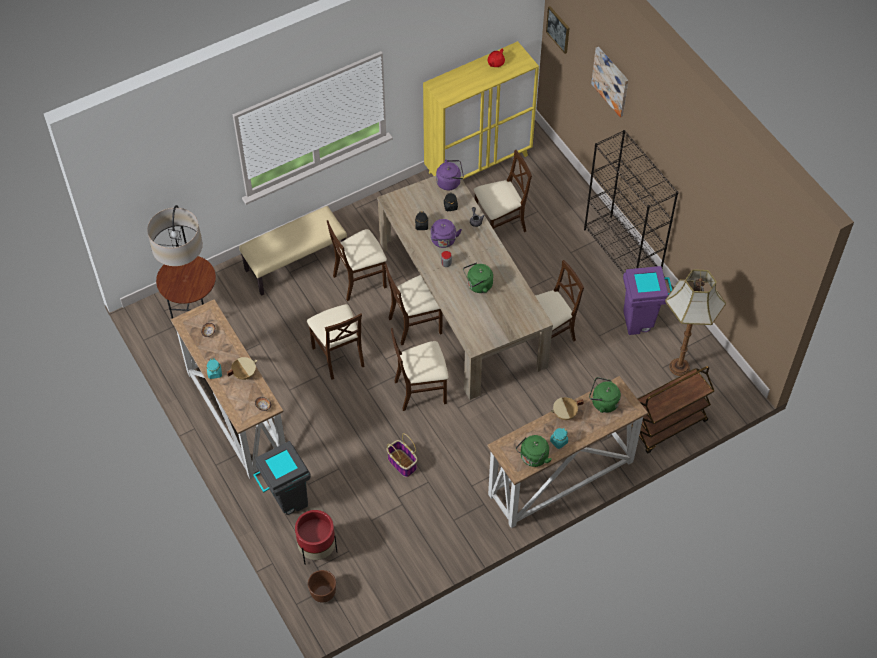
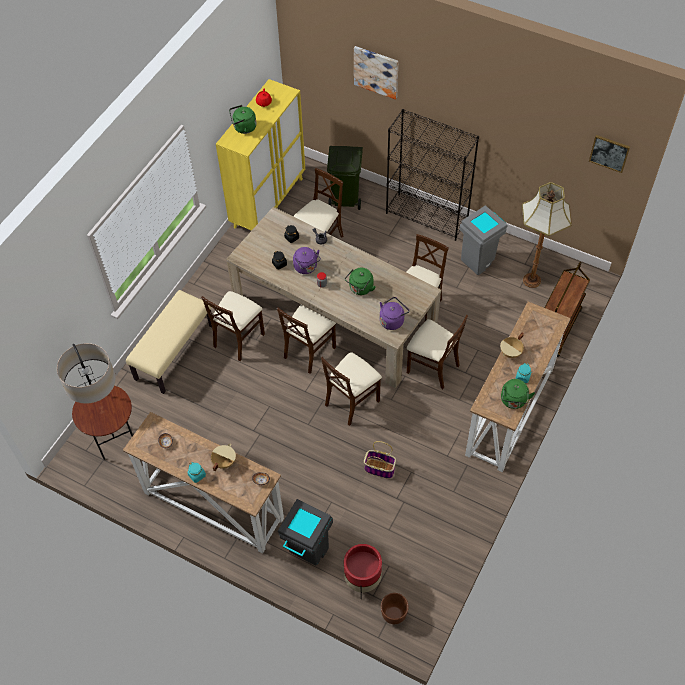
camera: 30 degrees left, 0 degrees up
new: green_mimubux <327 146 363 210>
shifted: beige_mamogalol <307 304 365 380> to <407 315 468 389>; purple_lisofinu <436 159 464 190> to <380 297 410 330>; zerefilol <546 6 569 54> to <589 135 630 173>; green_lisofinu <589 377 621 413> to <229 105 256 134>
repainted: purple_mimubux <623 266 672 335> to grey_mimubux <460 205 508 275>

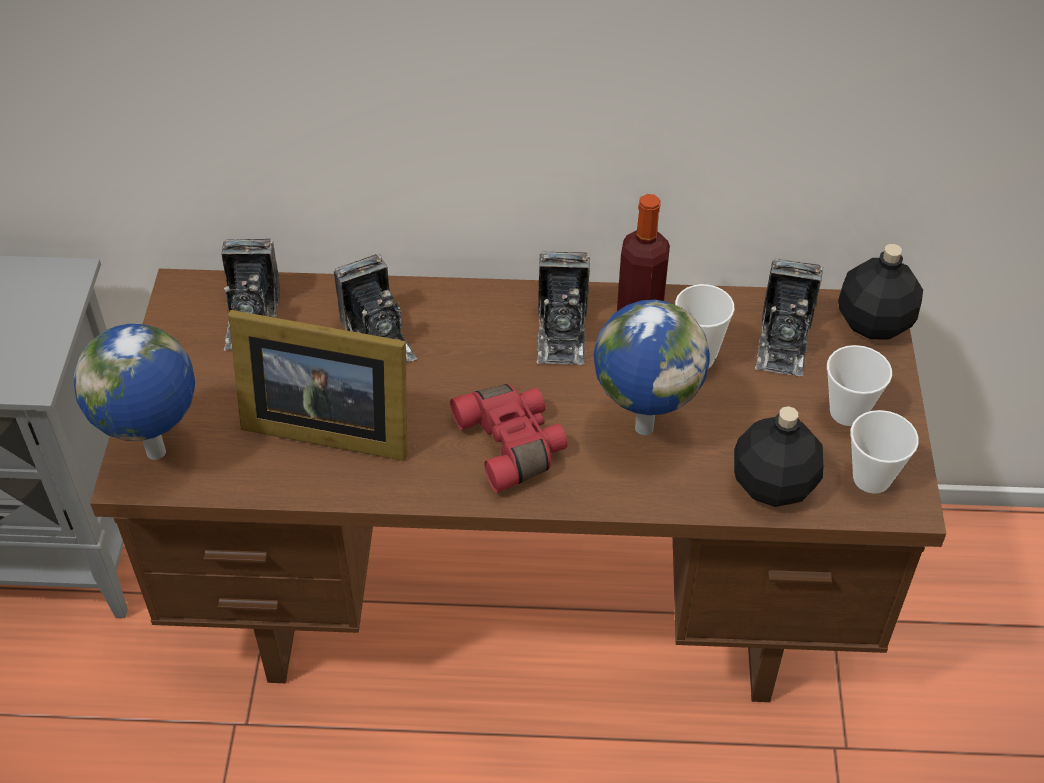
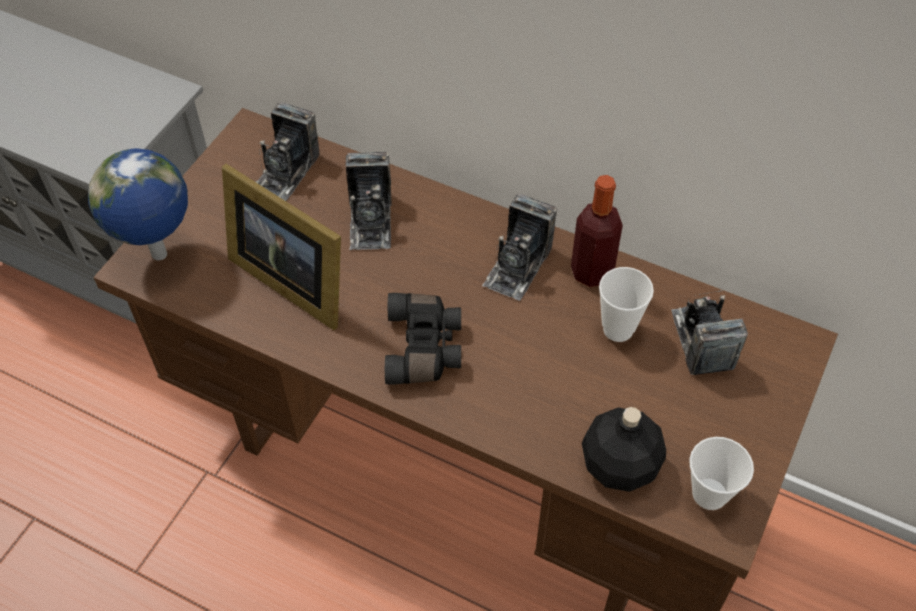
camera: 25 degrees right, 5 degrees up
gone: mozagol <594 300 710 435>; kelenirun <827 345 892 426>; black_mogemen <838 244 923 340>
repainted: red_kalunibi <450 384 568 493> to black_kalunibi <385 293 461 385>
rotated: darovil <755 259 824 376> = <671 290 748 375> 135 degrees clockwise

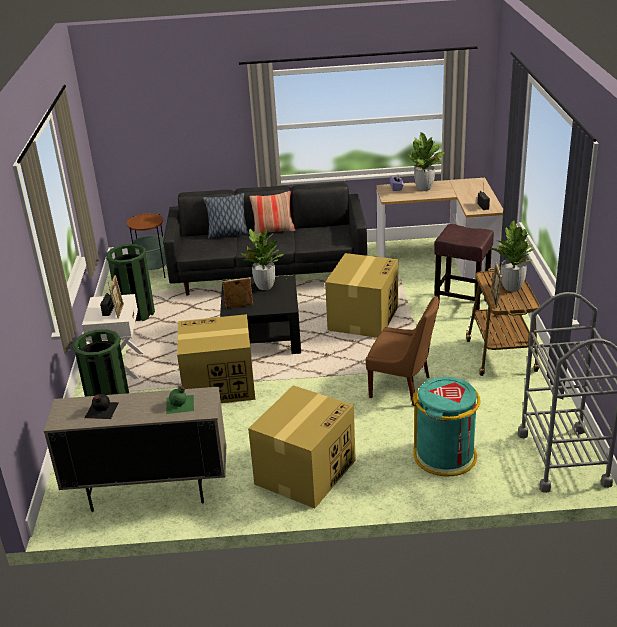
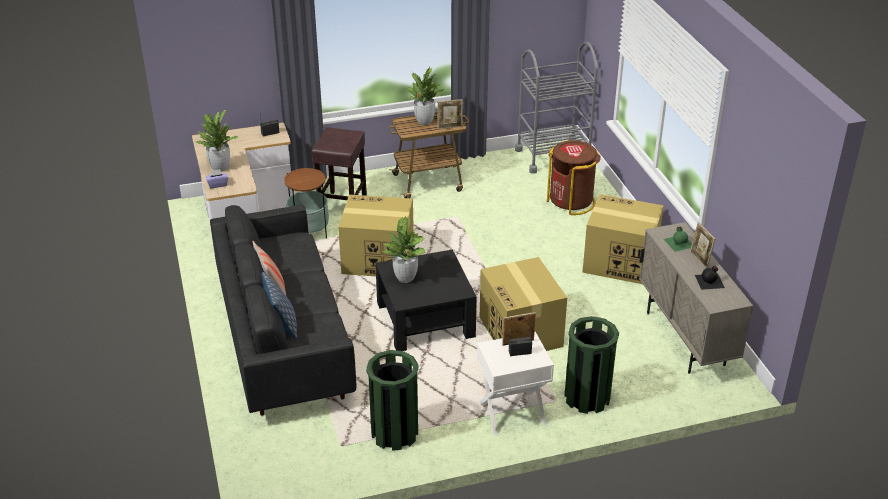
camera: 105 degrees left, 5 degrees up
gone: brown_mamogalol <366 296 439 406>
shifted: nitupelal <126 213 167 278> to <284 168 329 238>; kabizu <222 277 253 309> to <690 222 715 268>
repainted: turquoise_mimubux <412 377 481 476> to brown_mimubux <547 140 601 215>

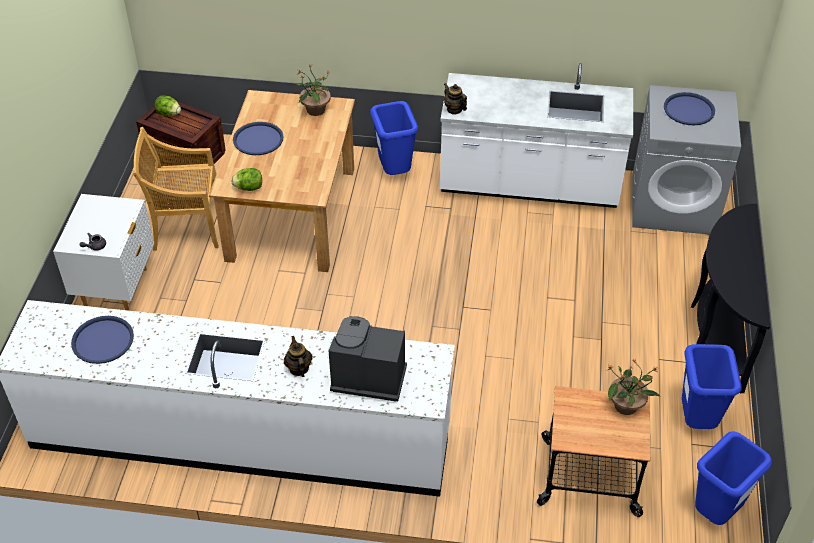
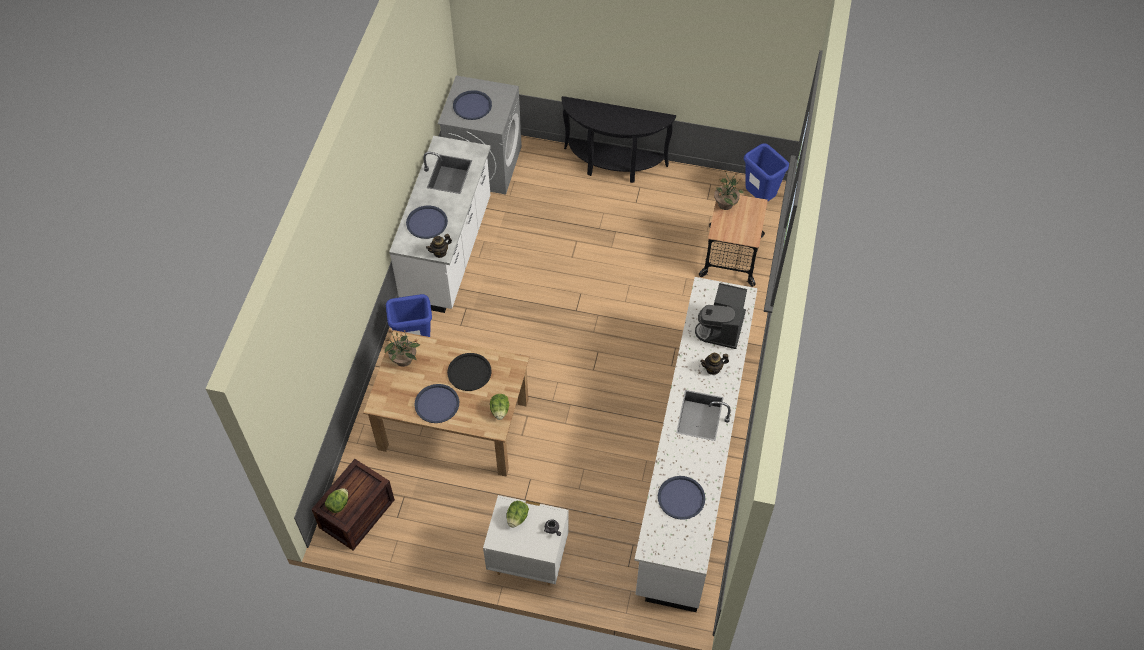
camera: 85 degrees left, 10 degrees up
gone: beige_mamogalol <133 127 219 251>; blue_mimubux <682 344 742 429>
new: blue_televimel <406 205 448 239>; black_televimel <447 353 492 391>; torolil <506 501 529 528>

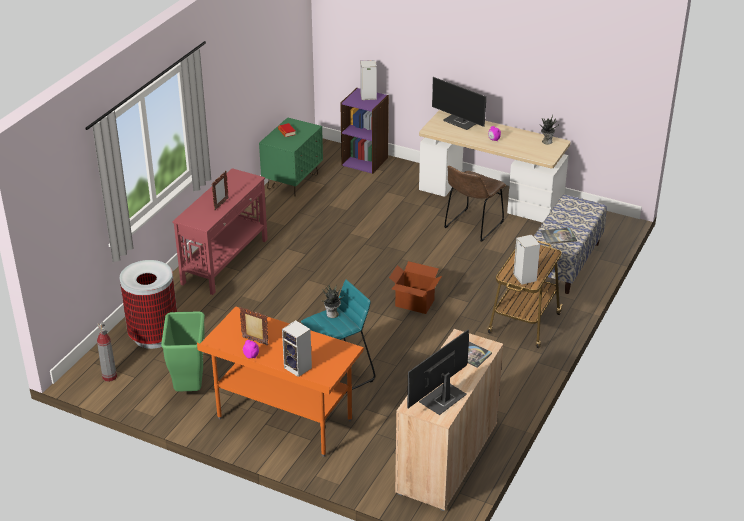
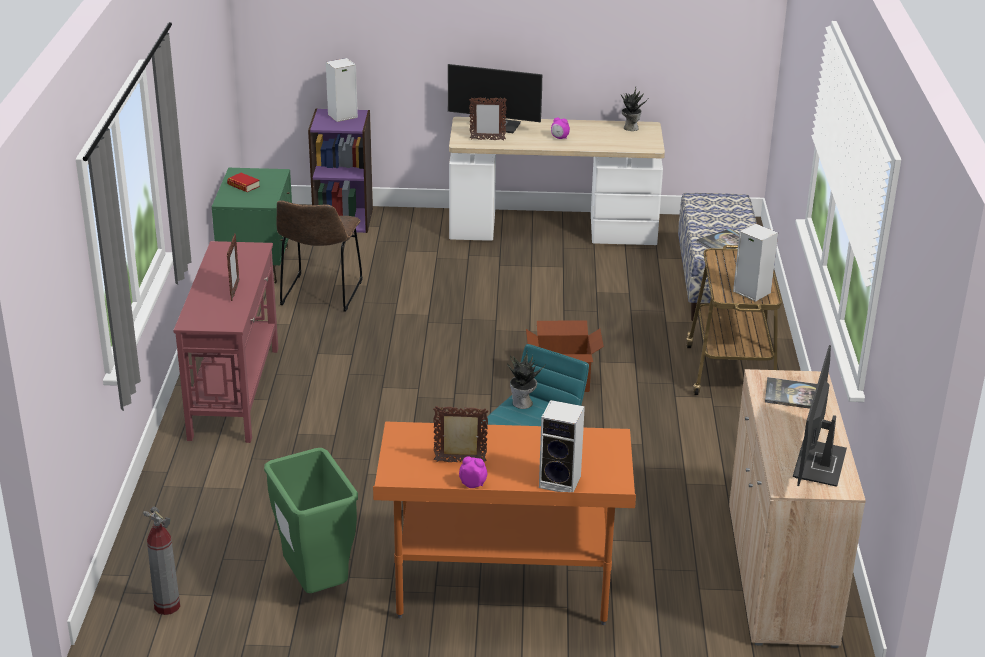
camera: 25 degrees left, 5 degrees down
gone: mimubux <120 260 177 349>
new: kabizu <469 97 507 141>
shifted: brown_mamogalol <444 166 506 242> to <276 200 363 312>

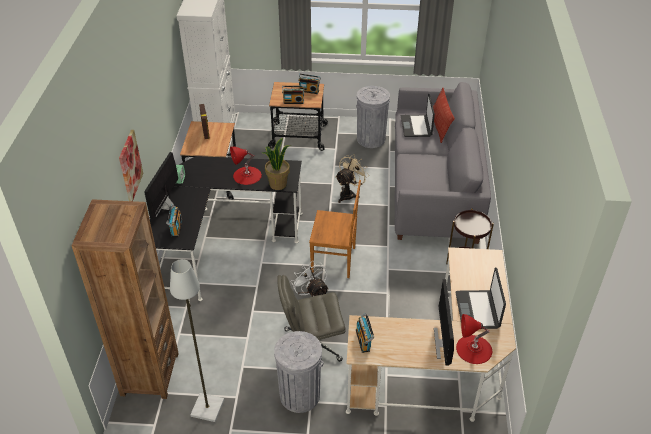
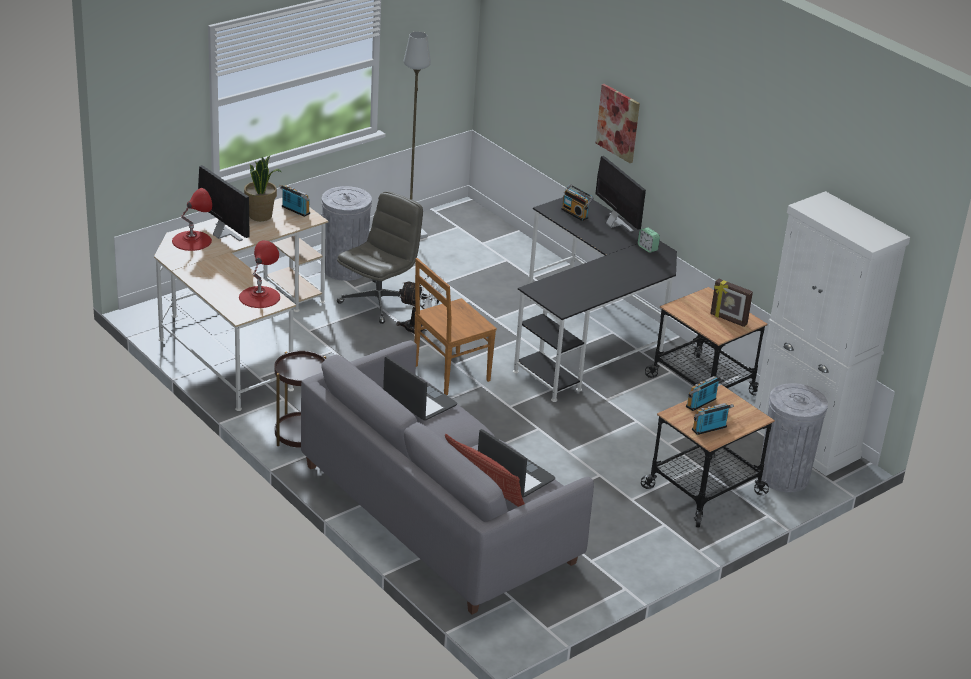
camera: 135 degrees right, 10 degrees down
gone: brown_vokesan <71 199 179 399>; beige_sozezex <335 154 369 203>
shifted: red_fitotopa <230 147 262 185> to <239 240 280 308>; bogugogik <262 138 290 190> to <244 156 282 221>; grey_mimubux <356 86 390 148> to <760 383 828 492>; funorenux <455 267 506 329> to <383 356 457 421>

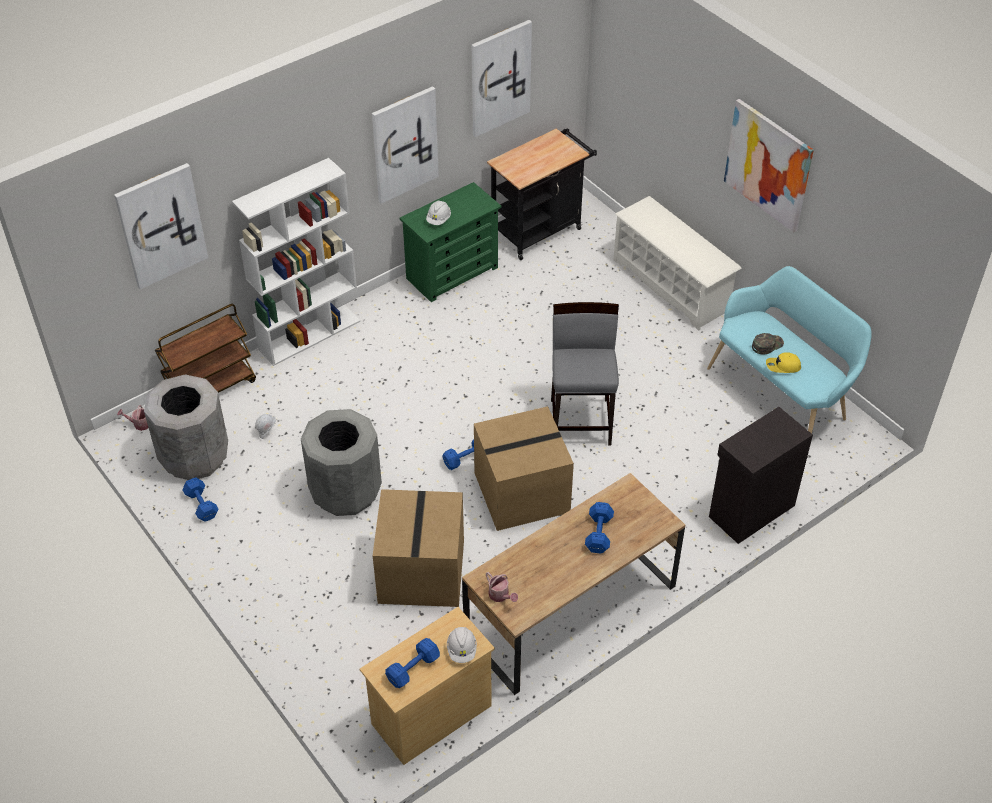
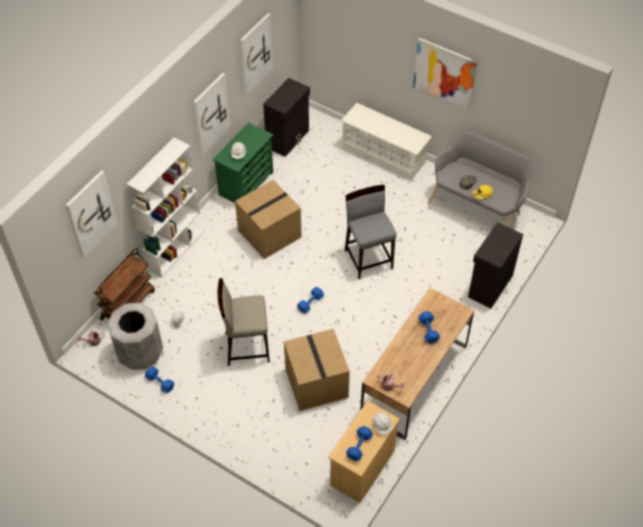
camera: 20 degrees left, 5 degrees up
shifted: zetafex <474 406 574 531> to <235 180 302 259>
swapped: grey_mimubux <301 409 382 516> to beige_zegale <218 278 270 366>; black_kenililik <487 128 597 260> to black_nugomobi <263 78 310 157>
repainted: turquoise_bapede <707 266 872 434> to grey_bapede <428 131 531 227>

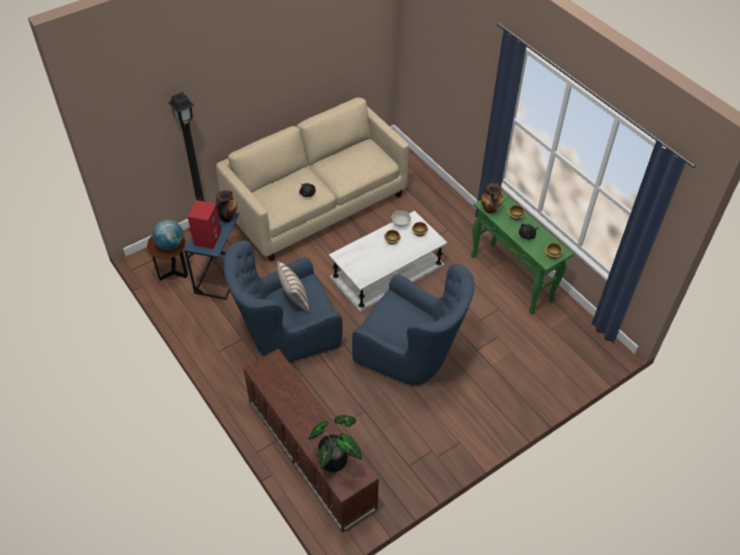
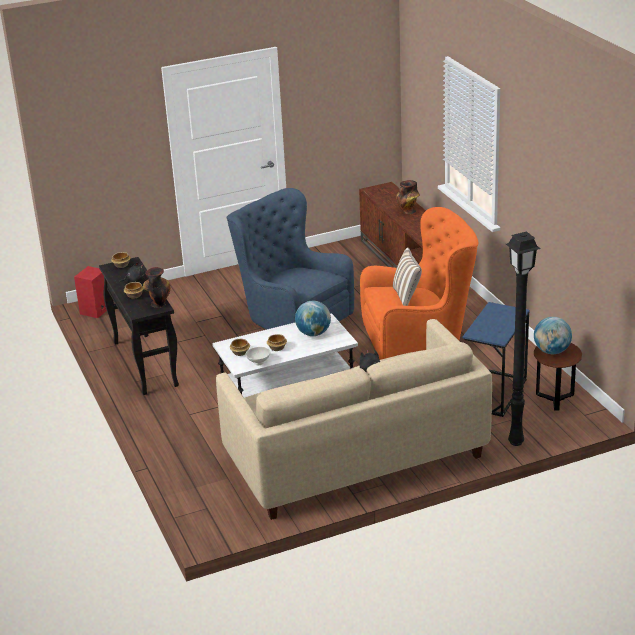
camera: 165 degrees left, 20 degrees down
gone: bogugogik <308 415 362 472>
new: mozagol <295 301 331 336>
shifted: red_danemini <188 200 221 249> to <74 266 107 318>; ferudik <215 190 237 222> to <396 180 420 214>
repainted: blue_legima <224 240 343 362> to orange_legima <360 207 478 360>; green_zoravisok <471 190 574 315> to black_zoravisok <99 257 179 395>

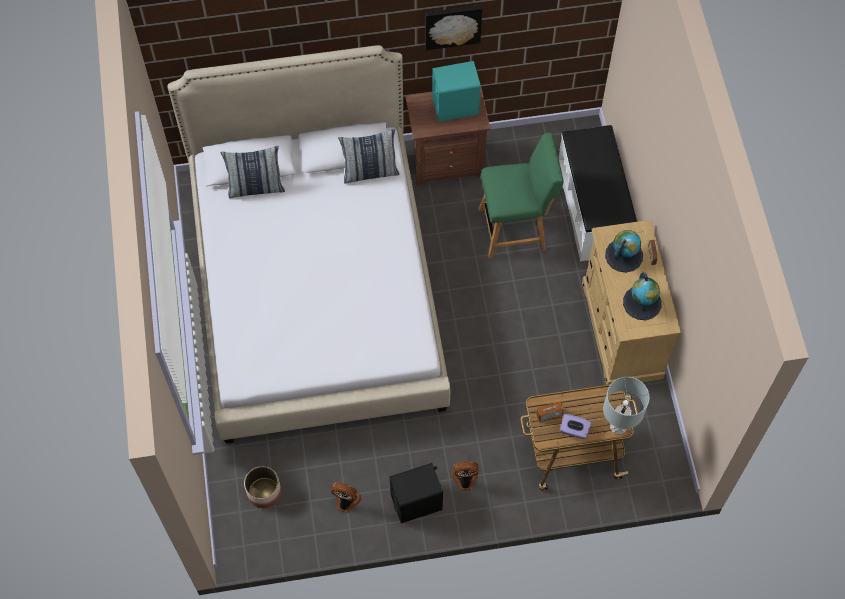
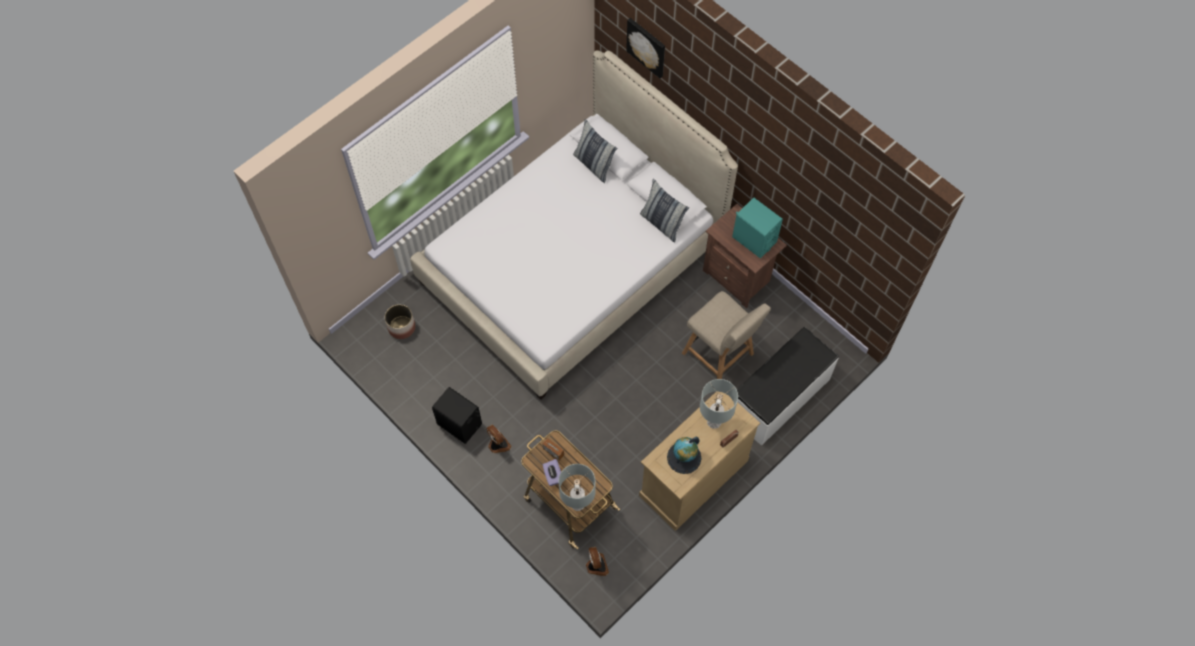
camera: 55 degrees right, 0 degrees up
shifted: sozezex <331 482 362 513> to <586 546 609 576>; zerefilol <425 5 482 50> to <626 18 665 78>
swapped: mozagol <605 230 643 272> to grey_fitotopa <700 379 738 429>
repainted: green_mamogalol <478 132 564 258> to beige_mamogalol <682 291 771 379>

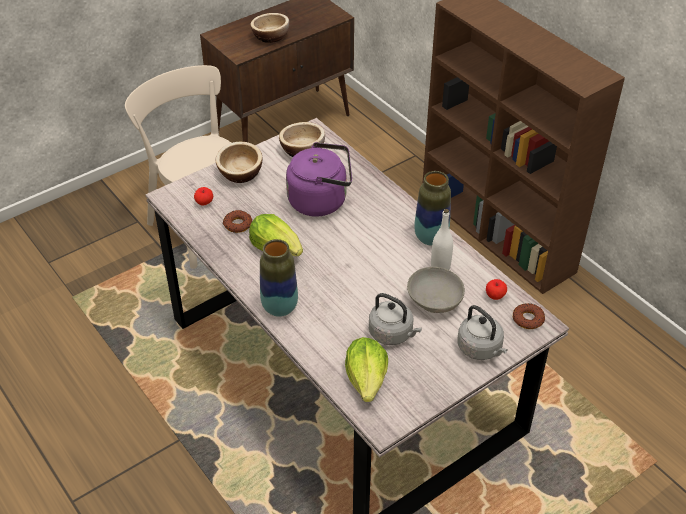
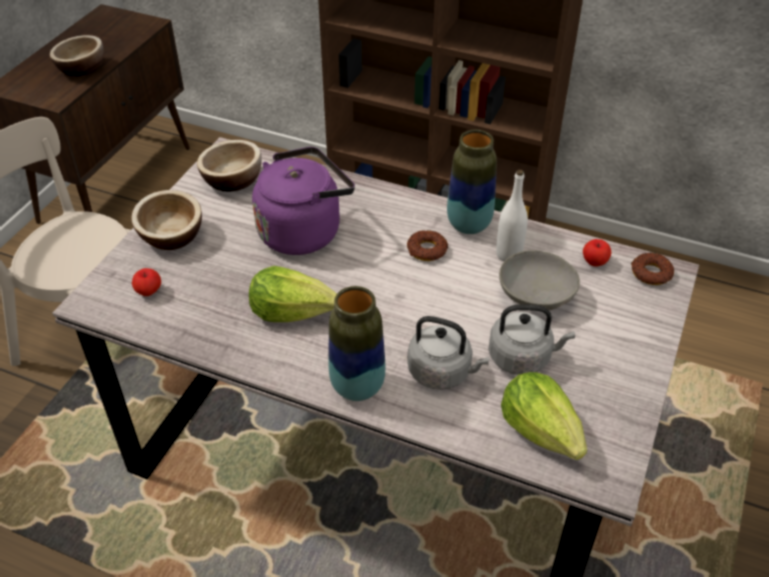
camera: 30 degrees left, 0 degrees up
shifted: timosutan <222 210 252 233> to <407 230 448 261>; grey_lisofinu <457 305 508 360> to <407 316 489 390>

